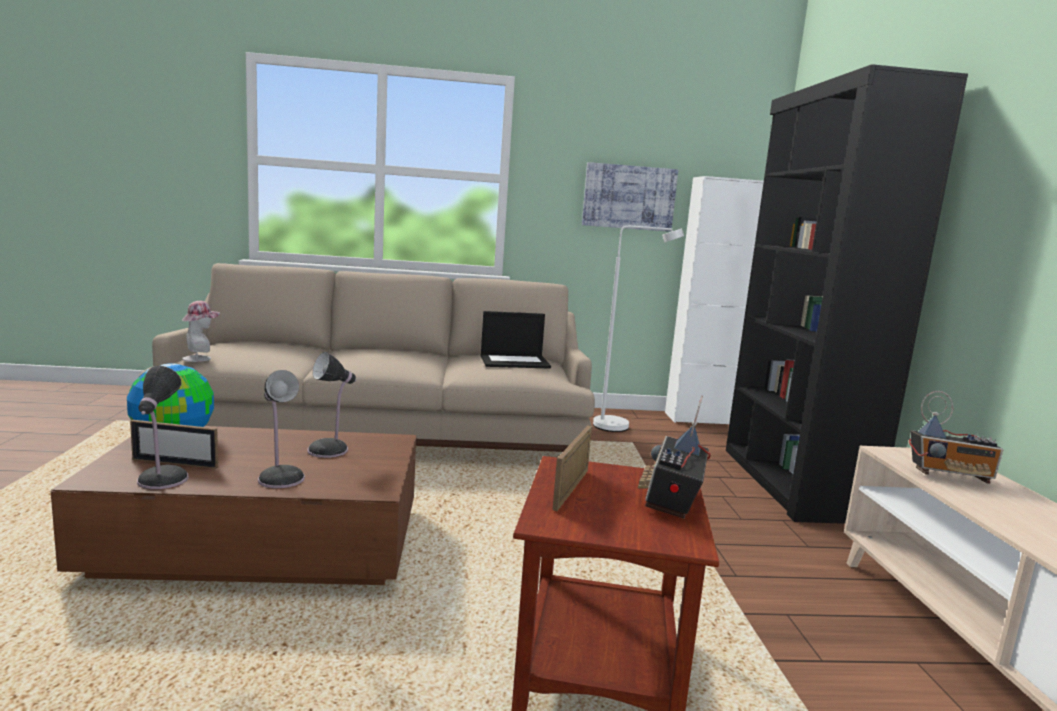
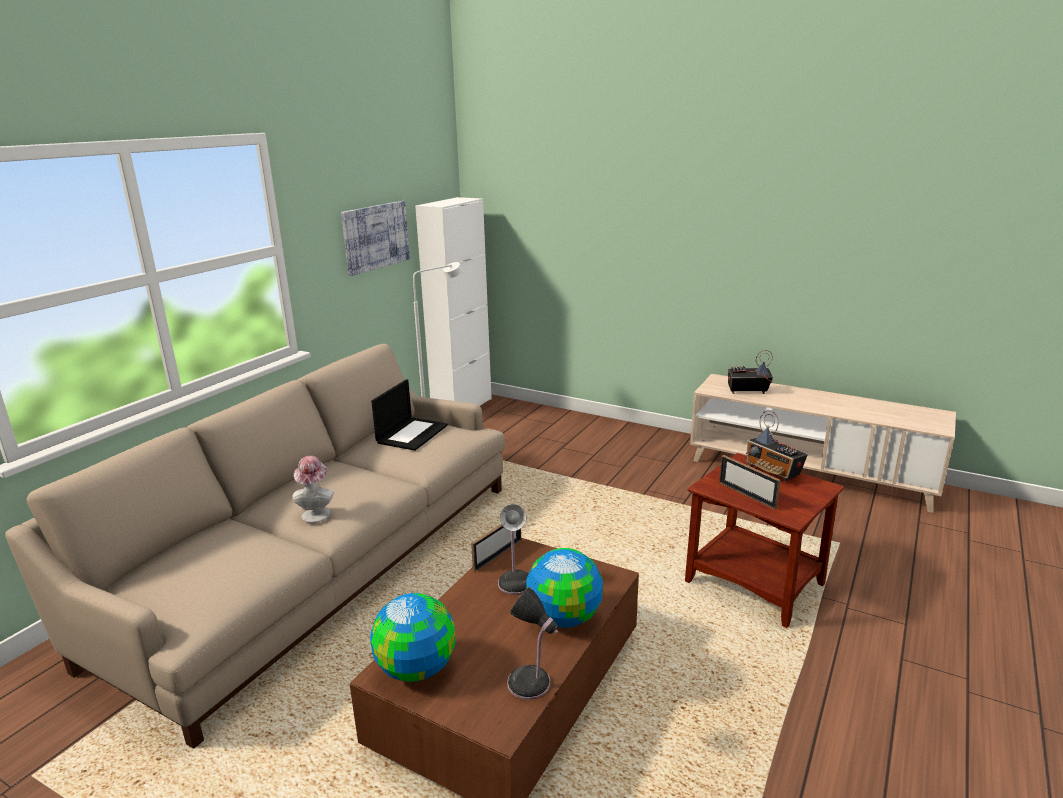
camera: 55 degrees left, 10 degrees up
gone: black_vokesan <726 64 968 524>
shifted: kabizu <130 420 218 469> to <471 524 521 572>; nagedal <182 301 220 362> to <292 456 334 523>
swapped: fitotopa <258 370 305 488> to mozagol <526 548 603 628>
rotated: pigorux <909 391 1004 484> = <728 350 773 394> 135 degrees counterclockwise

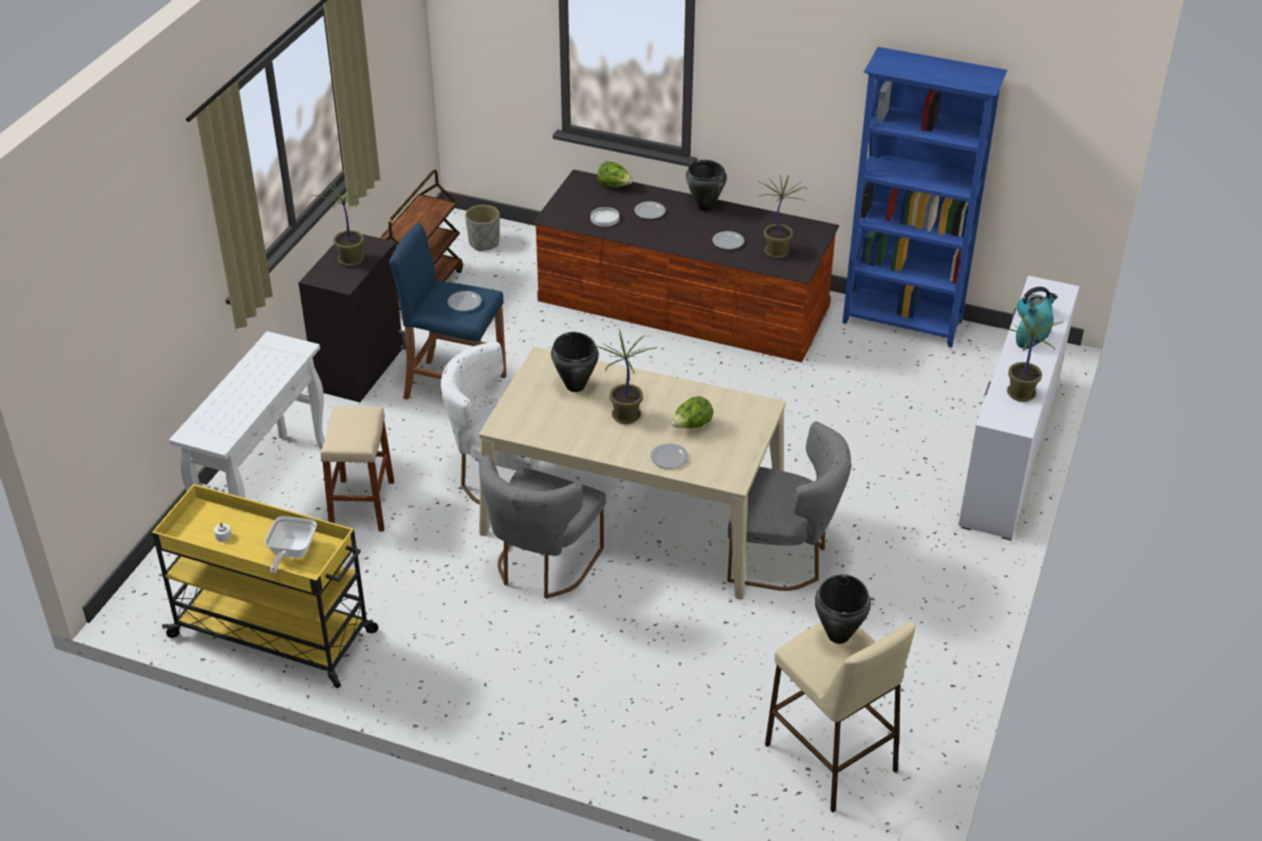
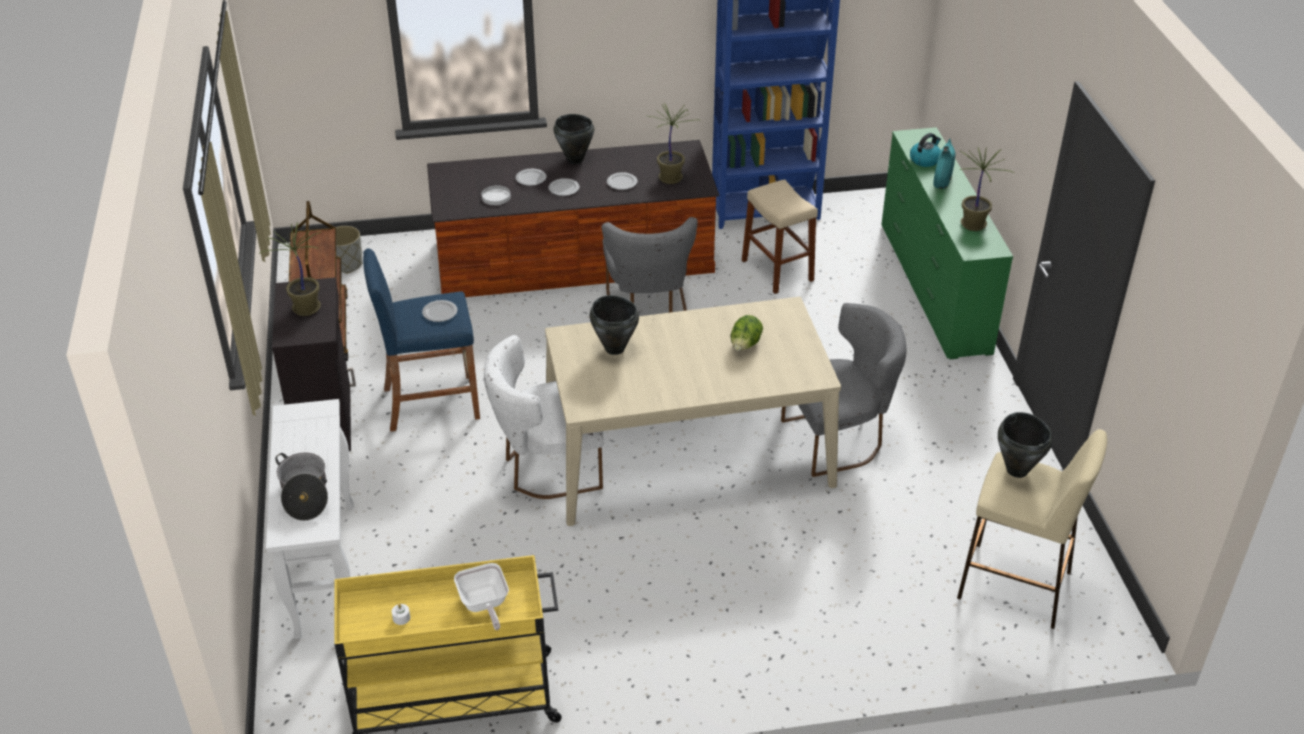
camera: 30 degrees left, 0 degrees up
gone: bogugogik <593 330 657 424>; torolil <597 161 633 187>
new: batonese <275 453 328 521>
shifted: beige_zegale <321 406 394 532> to <742 179 818 294>; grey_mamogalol <479 455 606 599> to <602 217 698 313>; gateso <650 443 689 469> to <548 178 580 196>
repainted: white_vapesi <958 276 1079 541> to green_vapesi <881 127 1013 360>

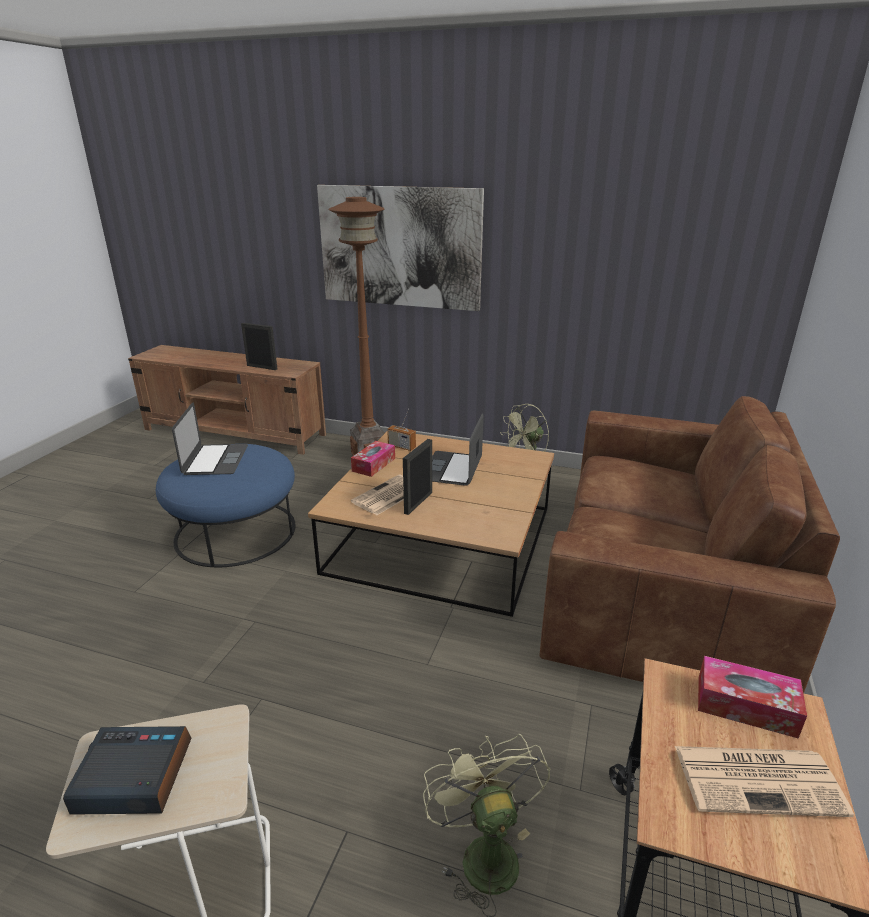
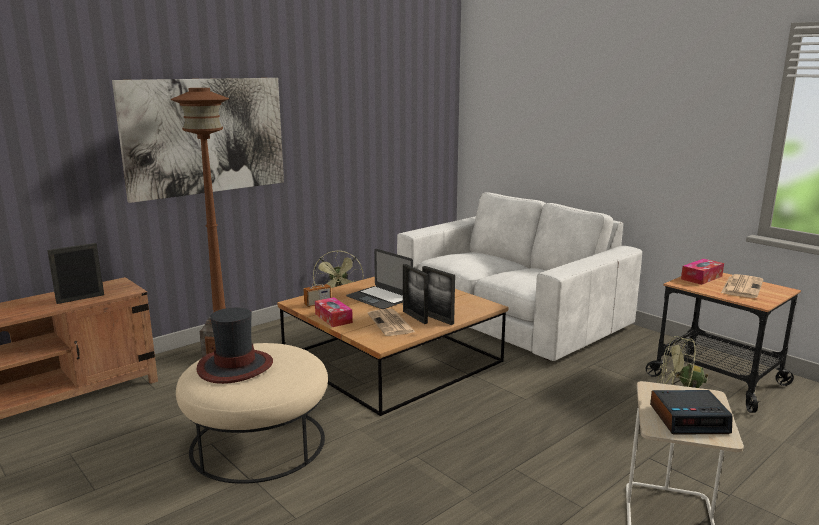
camera: 60 degrees left, 10 degrees down
new: kabizu <422 266 455 325>
swapped: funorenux <172 403 248 475> to nagedal <196 307 273 384>
repainted: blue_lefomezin <156 444 296 567> to beige_lefomezin <176 343 328 484>; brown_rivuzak <540 396 840 693> to white_rivuzak <397 192 642 361>
rotated: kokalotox <63 726 192 815> = <650 390 733 435> 120 degrees counterclockwise

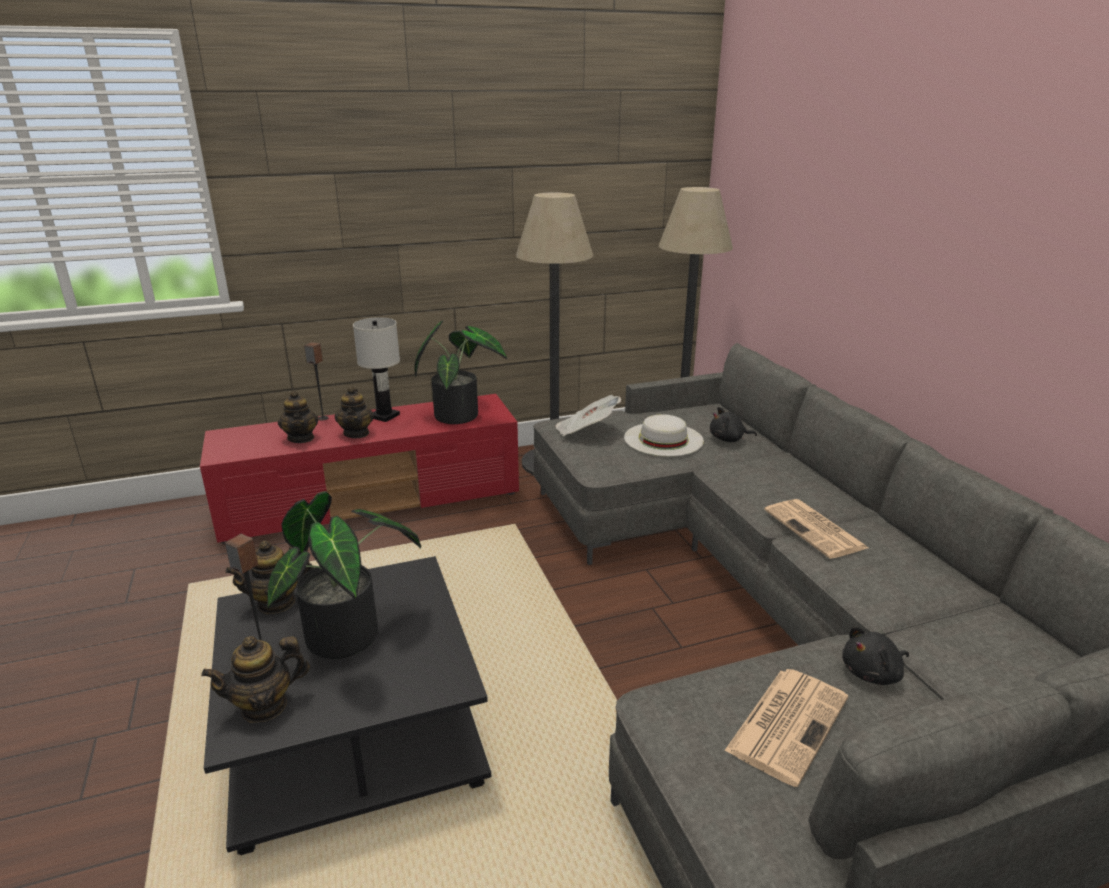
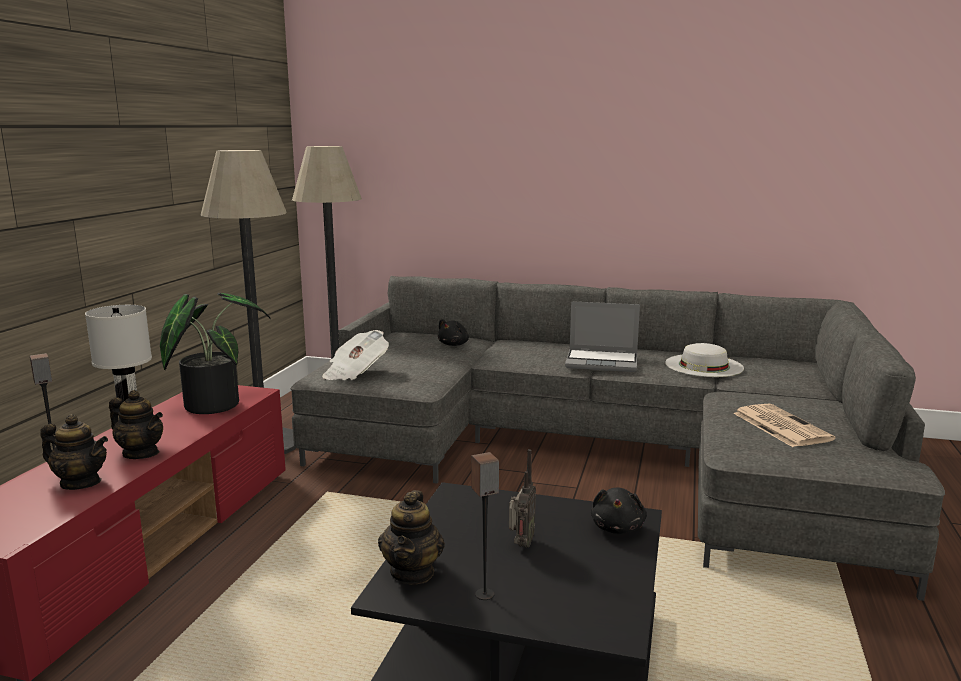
camera: 55 degrees left, 10 degrees down
gone: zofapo <201 636 310 723>
shifted: white_nagedal <624 414 704 456> to <665 343 744 377>; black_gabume <842 626 909 685> to <591 487 647 534>
swapped: bogugogik <267 491 421 659> to pigorux <509 449 536 548>; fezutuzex <764 499 868 559> to funorenux <565 301 640 372>

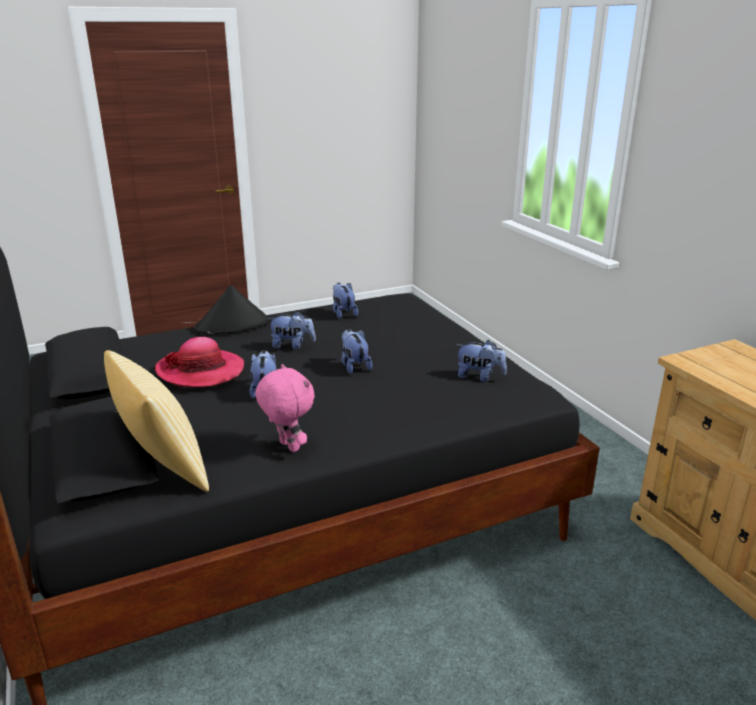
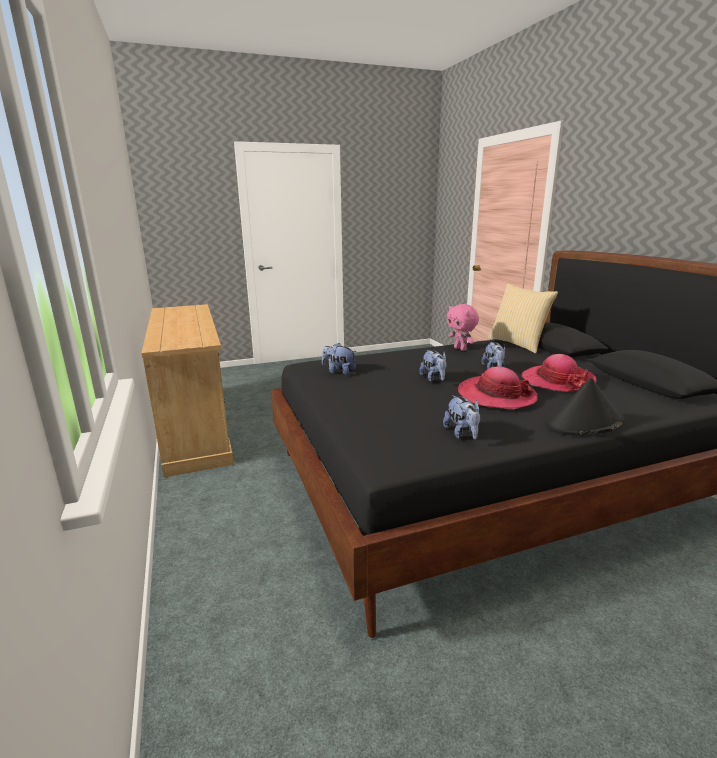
camera: 175 degrees left, 5 degrees down
swapped: gabume <267 311 316 349> to nagedal <458 367 538 409>

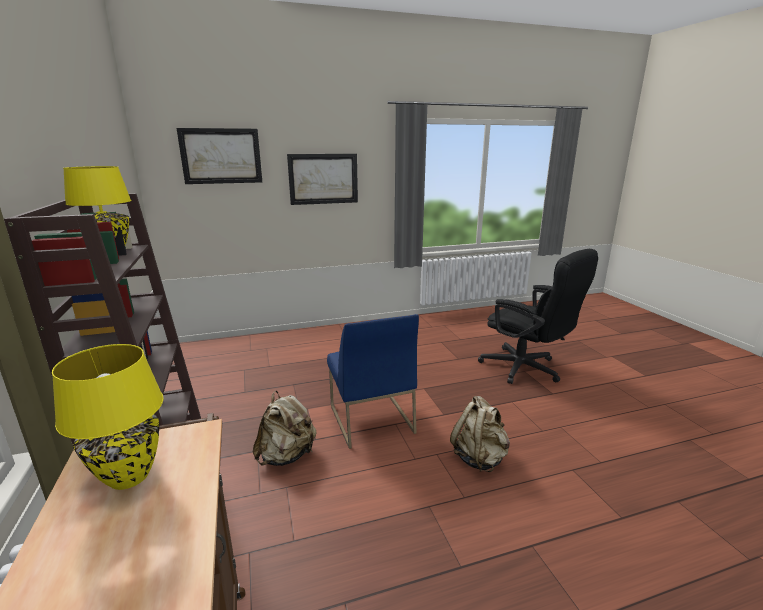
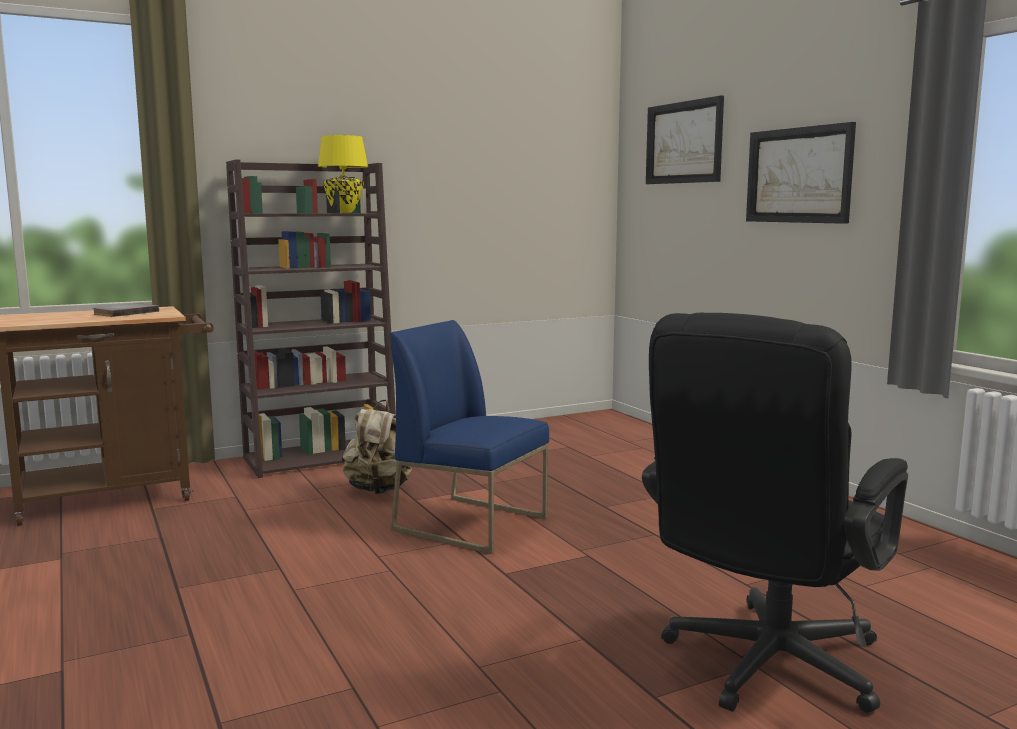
camera: 80 degrees right, 10 degrees down
gone: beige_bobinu <450 396 510 472>
swapped: yellow_fitotopa <52 344 164 490> to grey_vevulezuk <93 303 159 317>
rotated: blue_mamogalol <327 314 419 449> = <389 320 549 554> 60 degrees clockwise

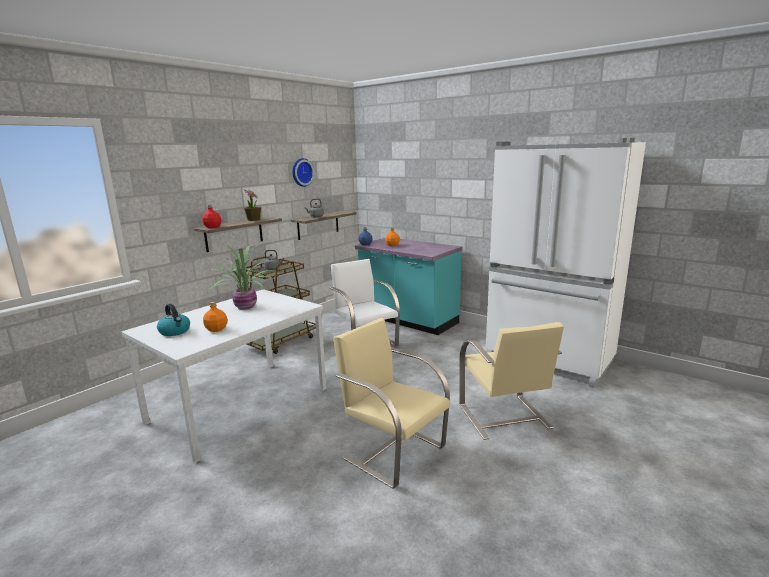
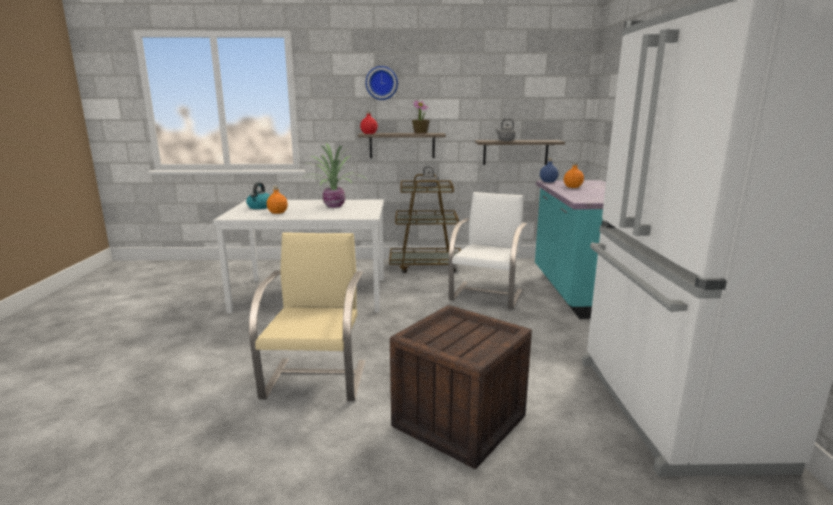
camera: 50 degrees right, 0 degrees up
shifted: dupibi <292 158 314 187> to <366 66 398 100>
swapped: beige_mamogalol <459 322 564 440> to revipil <390 305 532 469>

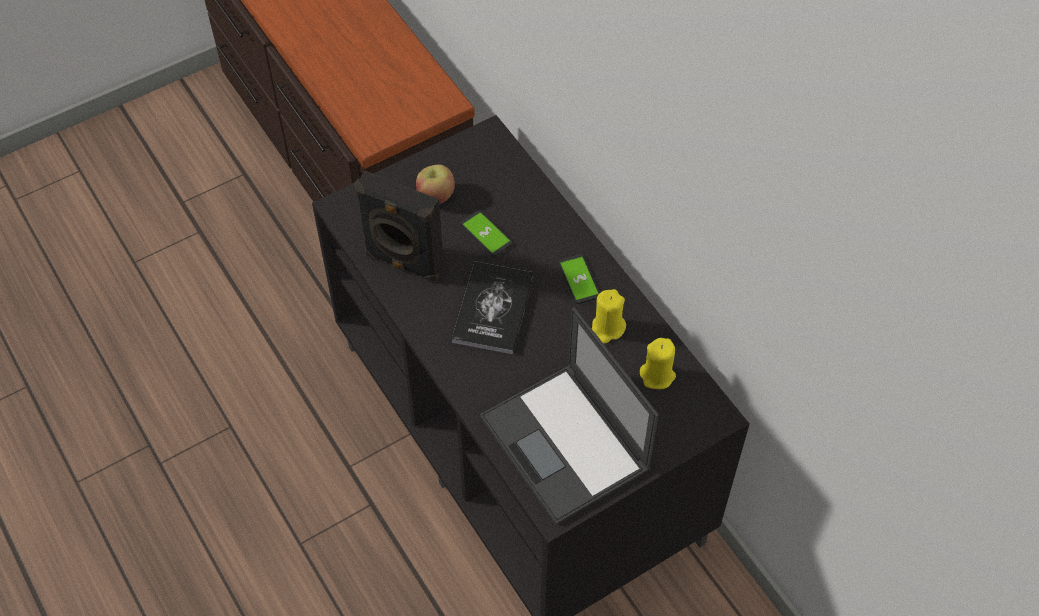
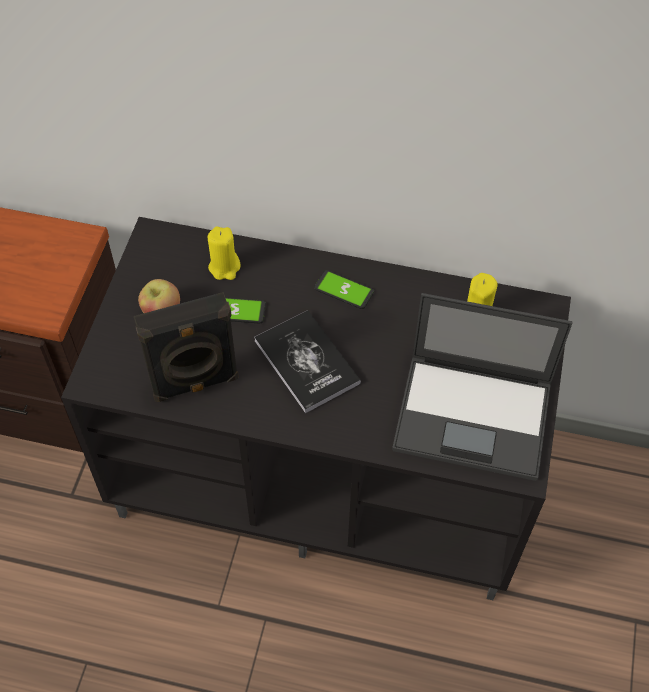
camera: 45 degrees left, 0 degrees up
shifted: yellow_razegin <592 289 626 344> to <208 227 240 280>

